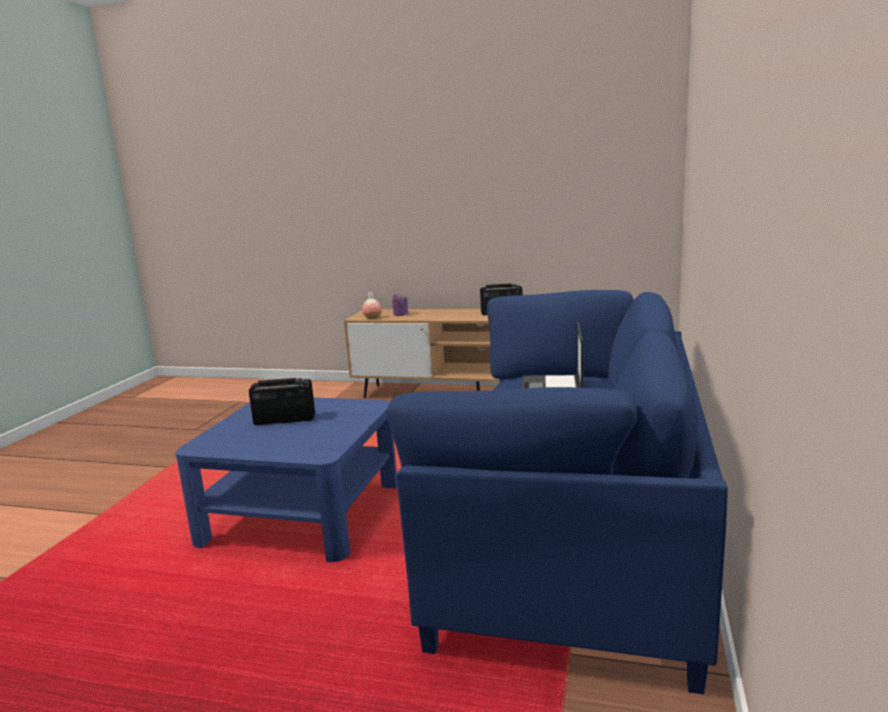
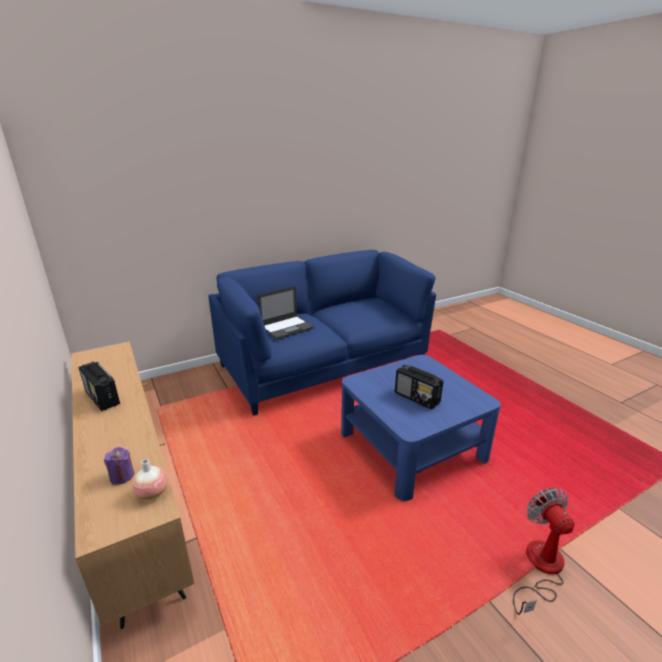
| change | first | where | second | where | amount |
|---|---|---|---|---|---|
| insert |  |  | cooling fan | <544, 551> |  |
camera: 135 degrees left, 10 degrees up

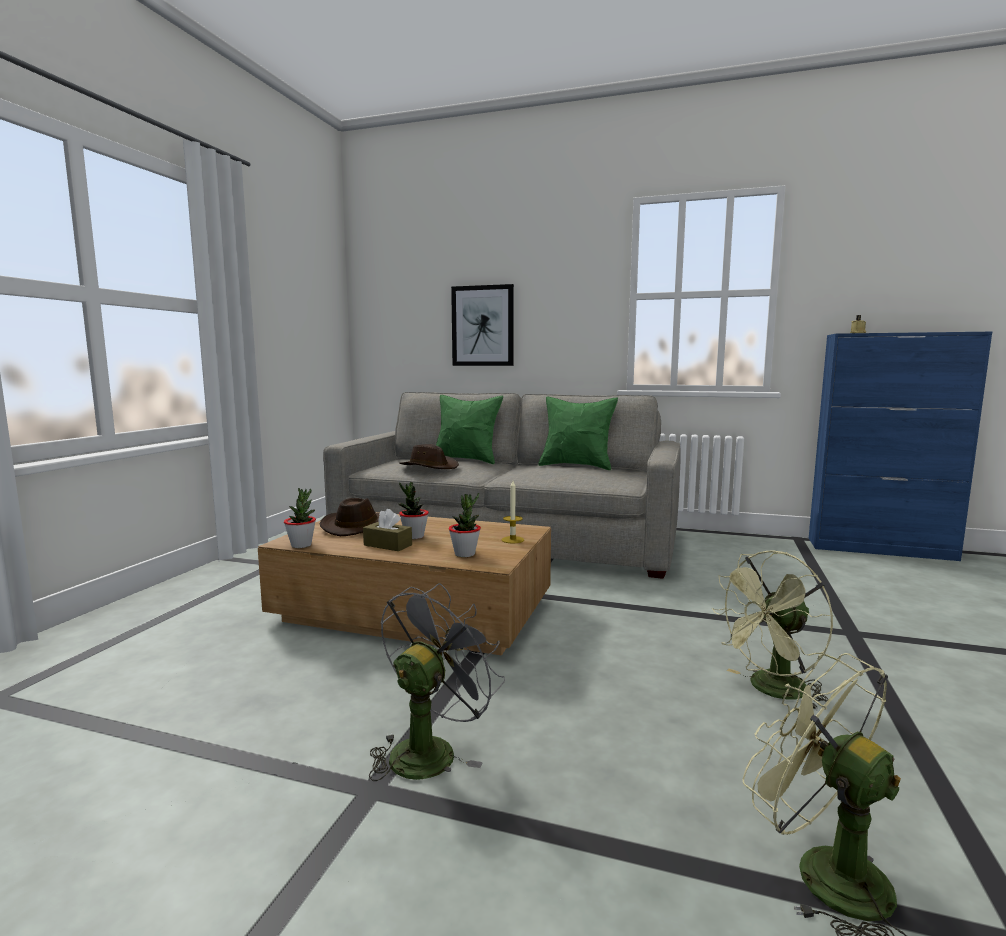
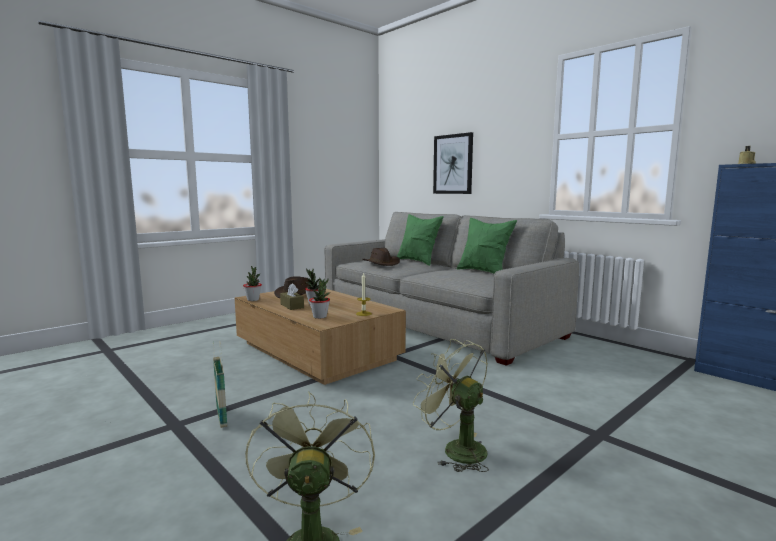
| change | first | where | second | where | amount |
|---|---|---|---|---|---|
| rotate | greenish cooling fan | <772, 630> |  | <451, 405> | 45 degrees clockwise |
| replace | grey cooling fan | <437, 682> | storage basket | <220, 385> |  |
camera: 30 degrees right, 0 degrees up

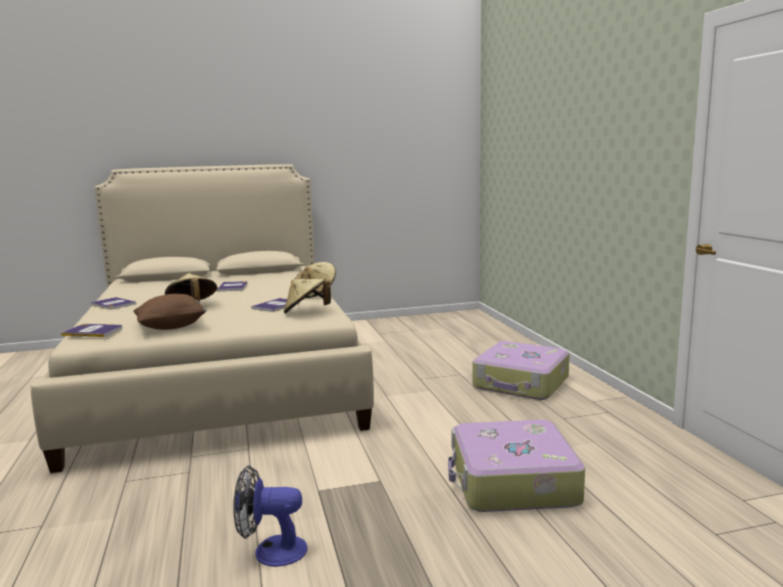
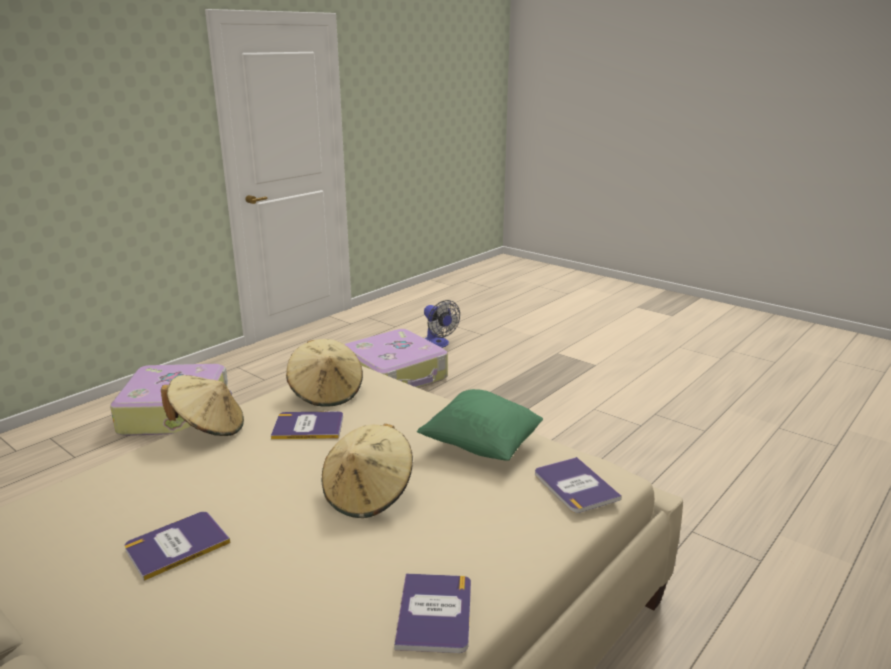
| change | first | where | second | where | amount |
|---|---|---|---|---|---|
| recolor | brownish cushion | <170, 312> | greenish cushion | <480, 425> |  |
| move | cooling fan | <270, 516> |  | <442, 324> |  |
camera: 125 degrees left, 10 degrees up

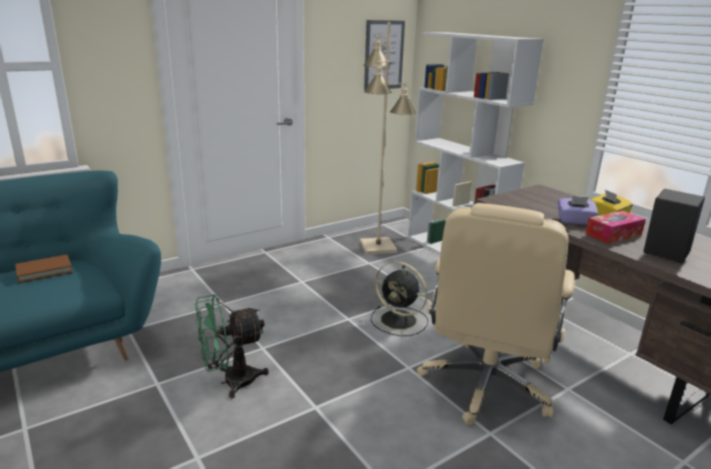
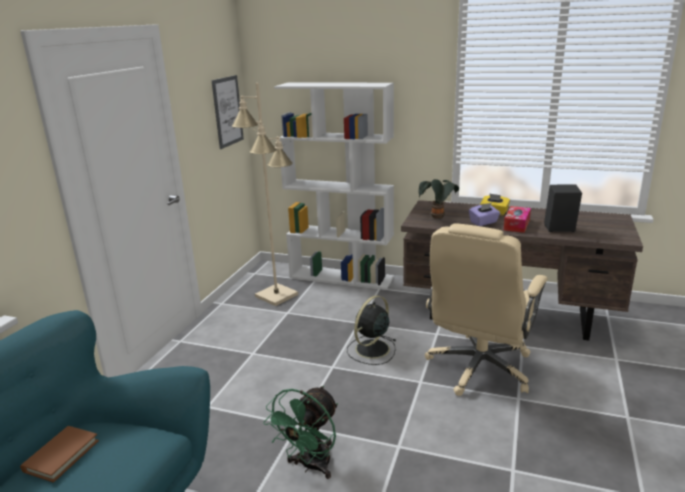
| change | first | where | second | where | amount |
|---|---|---|---|---|---|
| rotate | beige desk chair | <496, 314> |  | <486, 309> | 45 degrees clockwise |
| rotate | blackish cooling fan | <399, 298> |  | <371, 330> | 135 degrees clockwise |
| insert |  |  | houseplant | <438, 199> |  |
camera: 35 degrees left, 0 degrees up

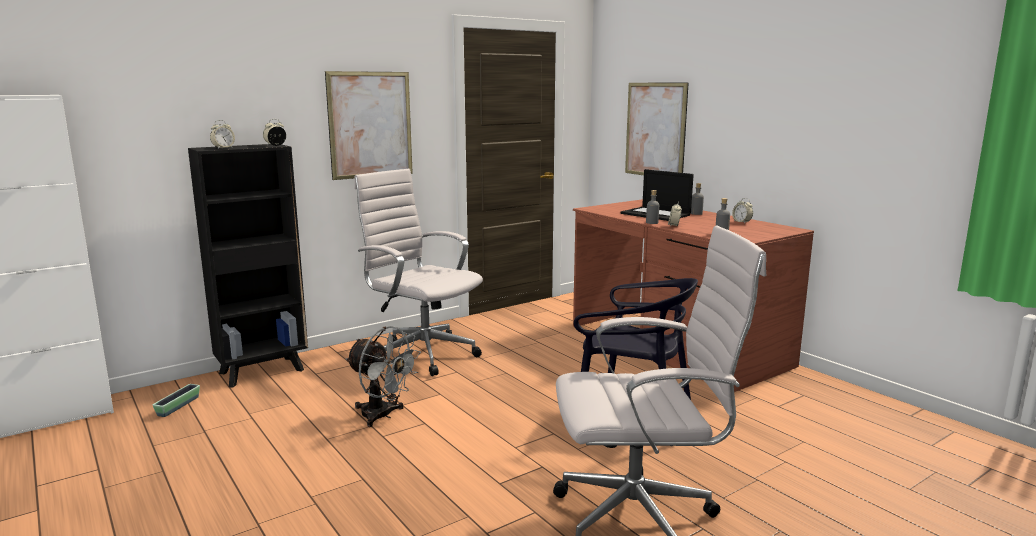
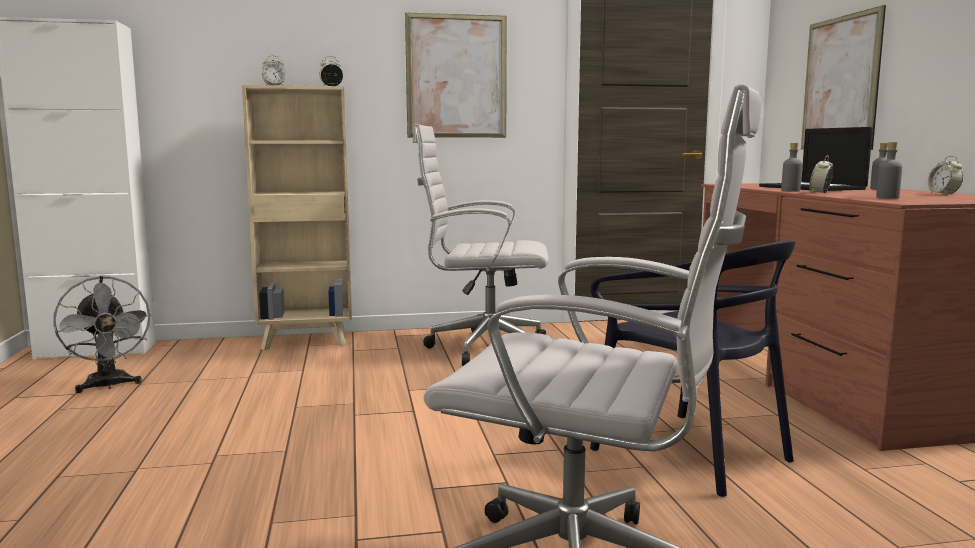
| change | first | where | second | where | amount |
|---|---|---|---|---|---|
| recolor | blackish bookcase | <248, 266> | beige bookcase | <297, 217> |  |
| rotate | white-coloured desk chair | <418, 272> |  | <481, 245> | 60 degrees counterclockwise |
| move | grey cooling fan | <383, 376> |  | <102, 334> |  |
| delete | flower pot | <176, 400> |  |  |  |
camera: 25 degrees right, 5 degrees down

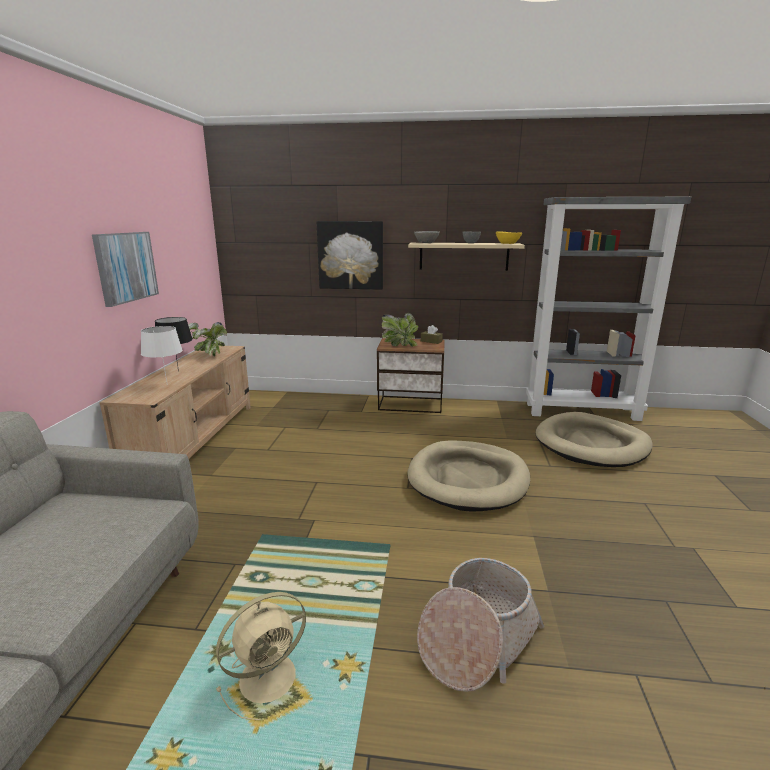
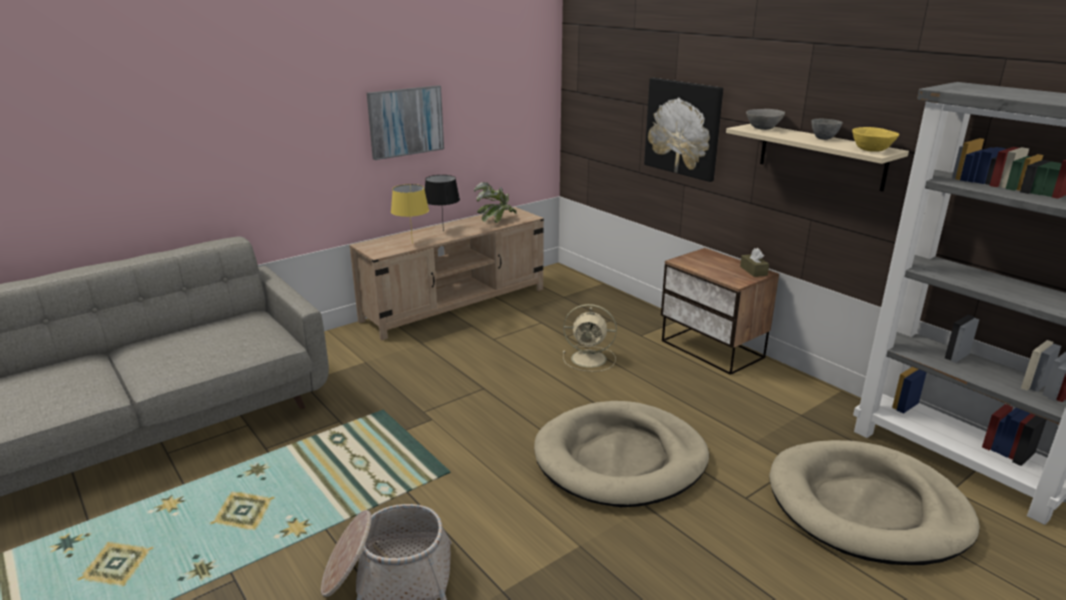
| change | first | where | second | where | amount |
|---|---|---|---|---|---|
| delete | houseplant | <400, 330> |  |  |  |
| recolor | white-coloured tabletop lamp | <162, 354> | yellow tabletop lamp | <410, 213> |  |
| move | beige cooling fan | <261, 656> |  | <590, 338> |  |
camera: 45 degrees right, 5 degrees up

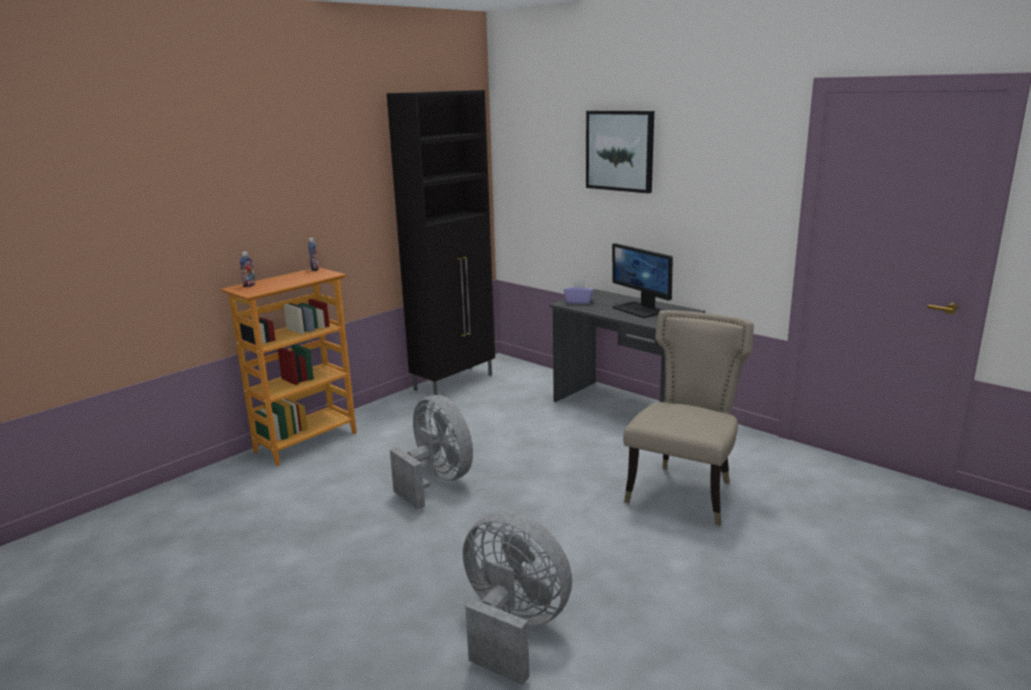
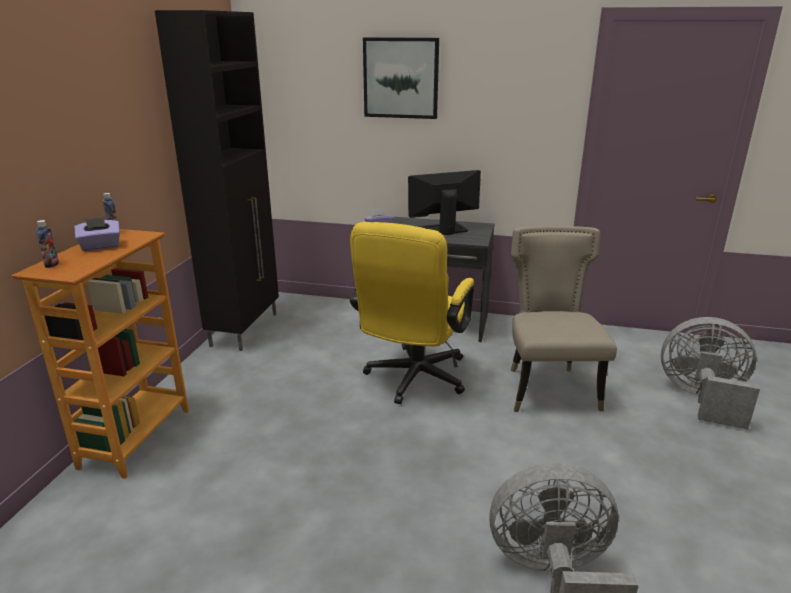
| change | first | where | second | where | amount |
|---|---|---|---|---|---|
| rotate | computer display | <642, 280> |  | <444, 202> | 135 degrees clockwise |
| move | grey cooling fan | <431, 452> |  | <710, 373> |  |
| insert |  |  | purplish tissue box | <97, 234> |  |
| insert |  |  | yellow desk chair | <412, 313> |  |
camera: 30 degrees left, 5 degrees up

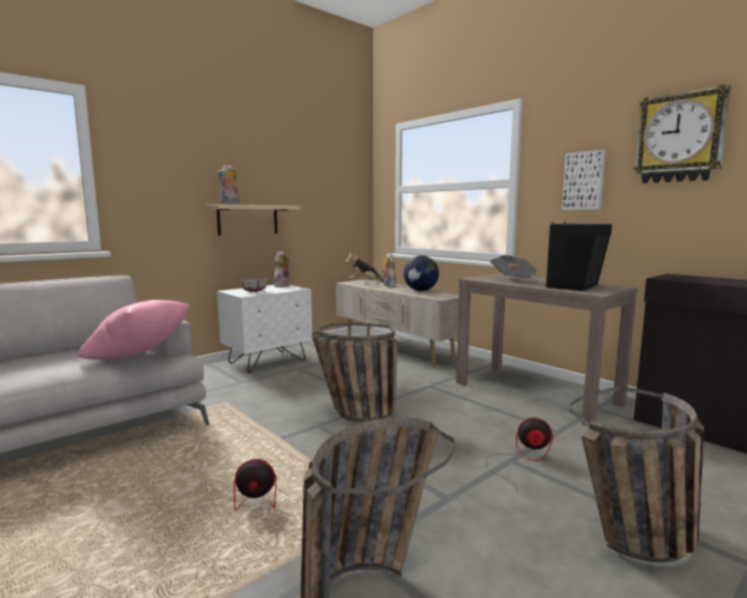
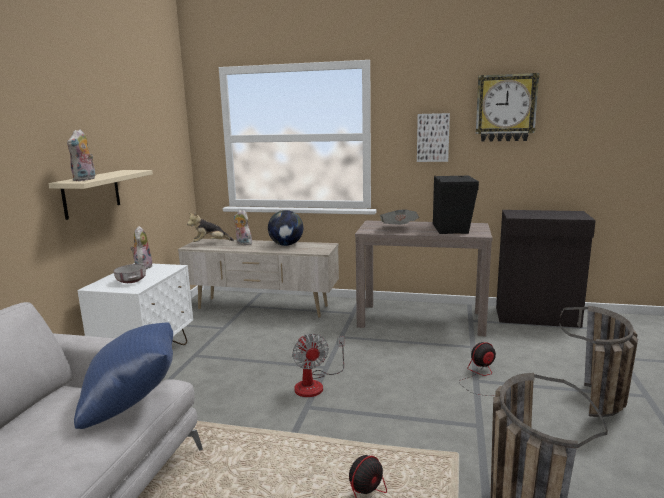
| change | first | where | second | where | amount |
|---|---|---|---|---|---|
| recolor | pinkish cushion | <134, 329> | bluish cushion | <123, 376> |  |
| replace | storage basket | <354, 372> | cooling fan | <318, 365> |  |
camera: 35 degrees left, 5 degrees up

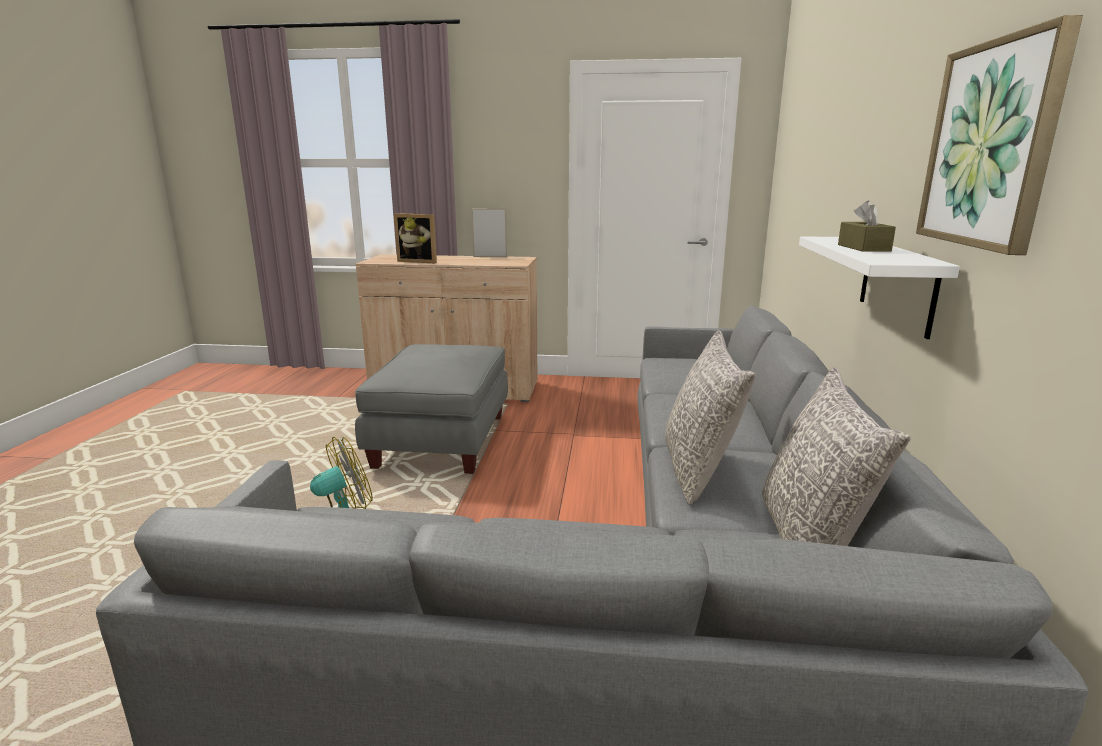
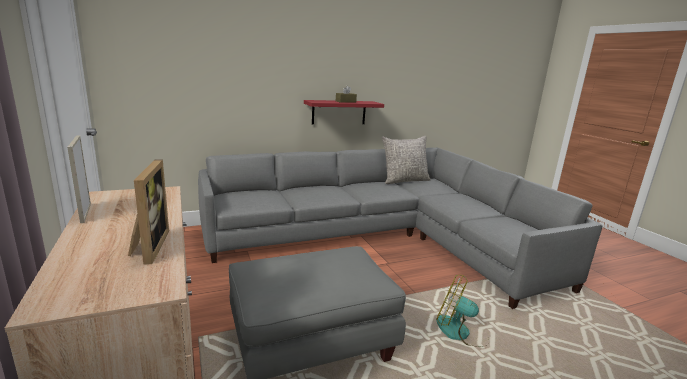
| change | first | where | second | where | amount |
|---|---|---|---|---|---|
| delete | picture | <999, 135> |  |  |  |
| recolor | white-coloured bracket shelf | <879, 287> | red bracket shelf | <344, 112> |  |
| delete | grey cushion | <710, 417> |  |  |  |
camera: 120 degrees left, 0 degrees up

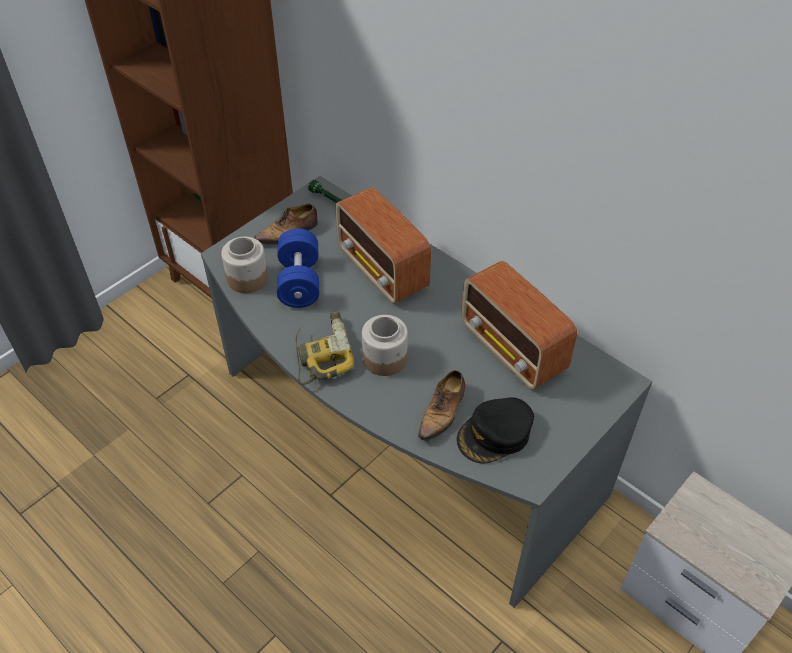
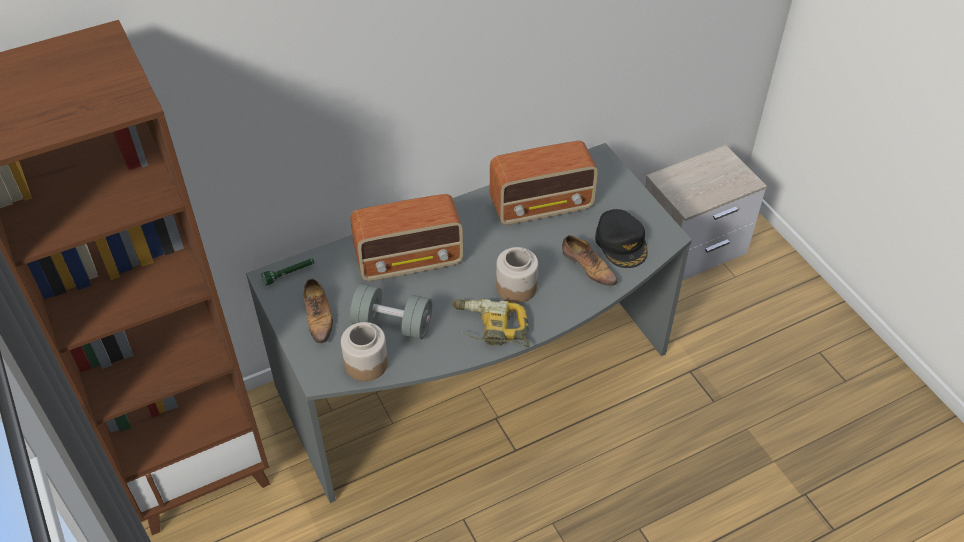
| change | first | where | second | where | amount |
|---|---|---|---|---|---|
| recolor | bluish dumbbell | <298, 268> | grey dumbbell | <391, 312> |  |
camera: 70 degrees left, 0 degrees up

